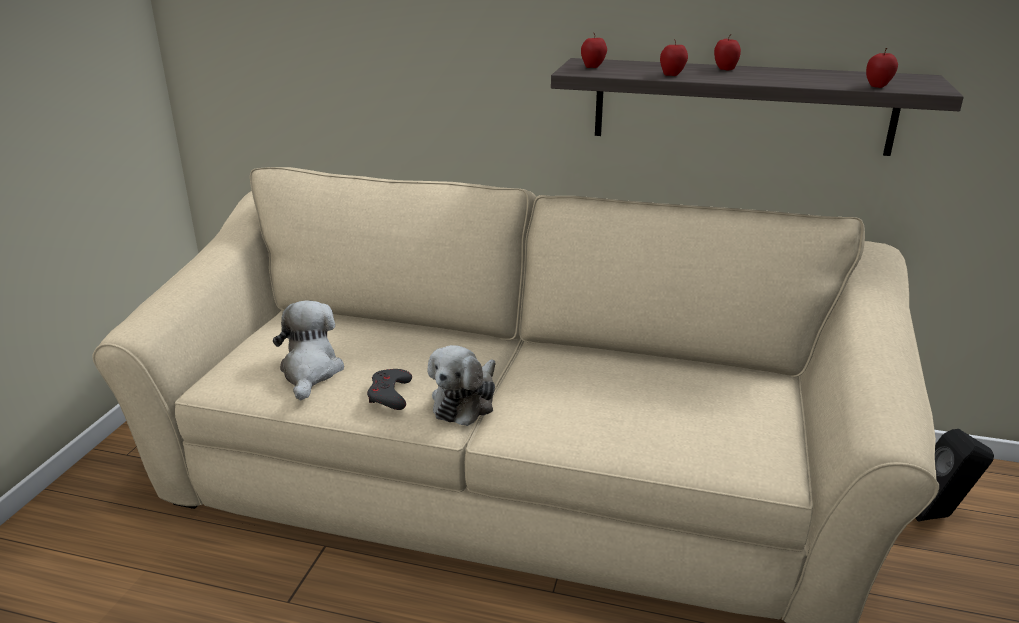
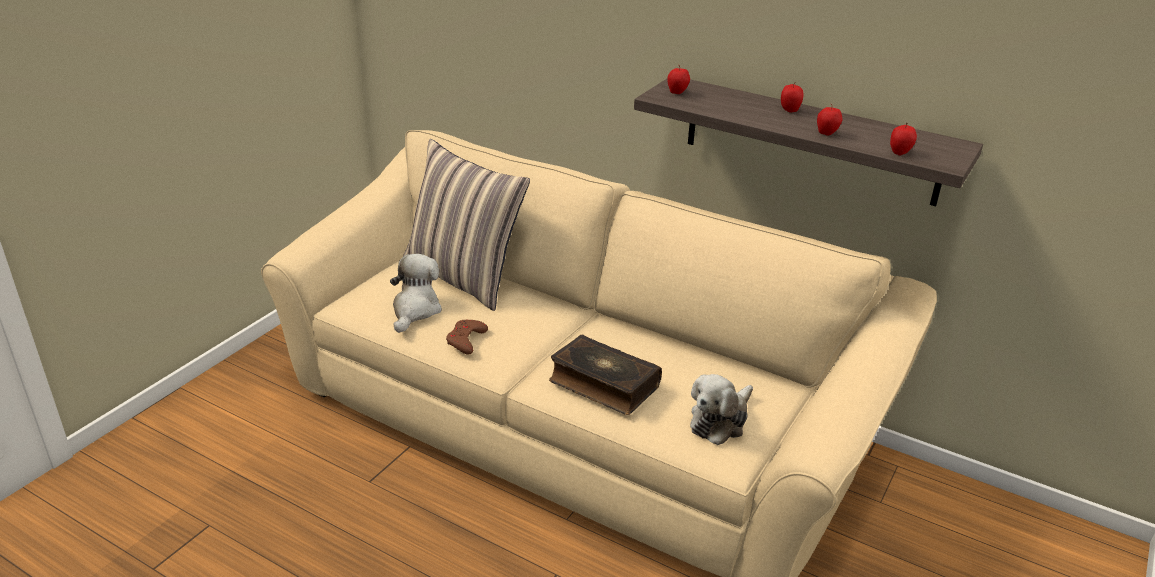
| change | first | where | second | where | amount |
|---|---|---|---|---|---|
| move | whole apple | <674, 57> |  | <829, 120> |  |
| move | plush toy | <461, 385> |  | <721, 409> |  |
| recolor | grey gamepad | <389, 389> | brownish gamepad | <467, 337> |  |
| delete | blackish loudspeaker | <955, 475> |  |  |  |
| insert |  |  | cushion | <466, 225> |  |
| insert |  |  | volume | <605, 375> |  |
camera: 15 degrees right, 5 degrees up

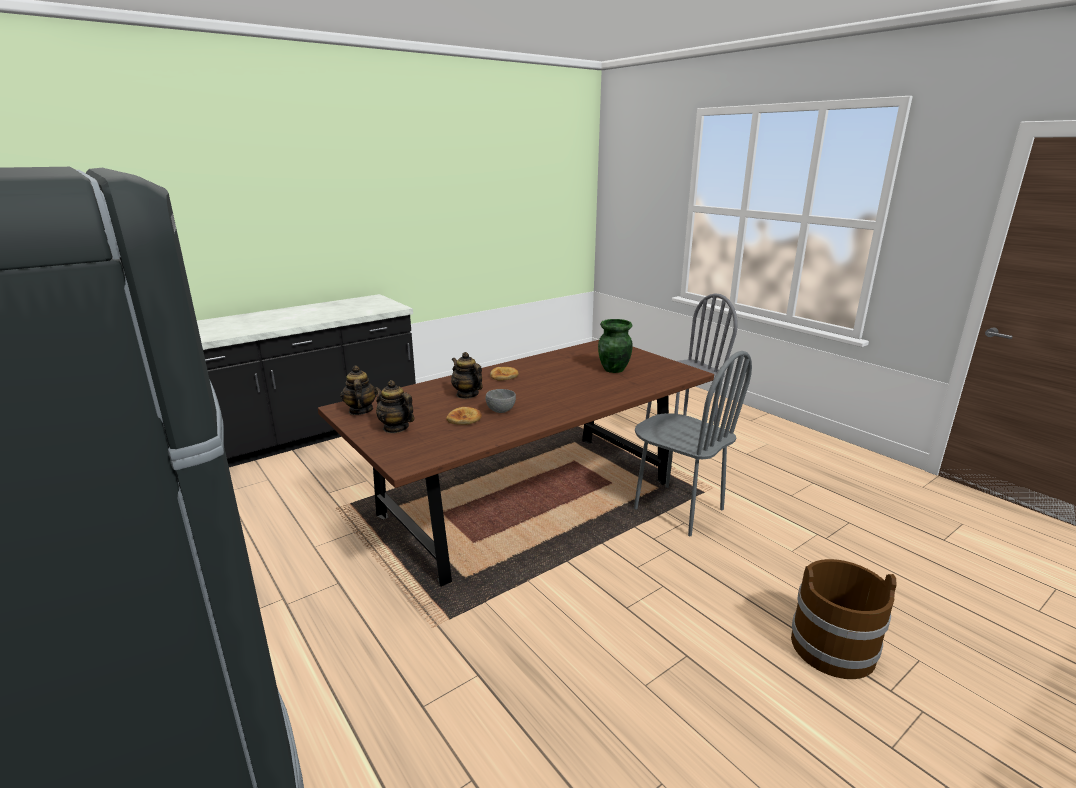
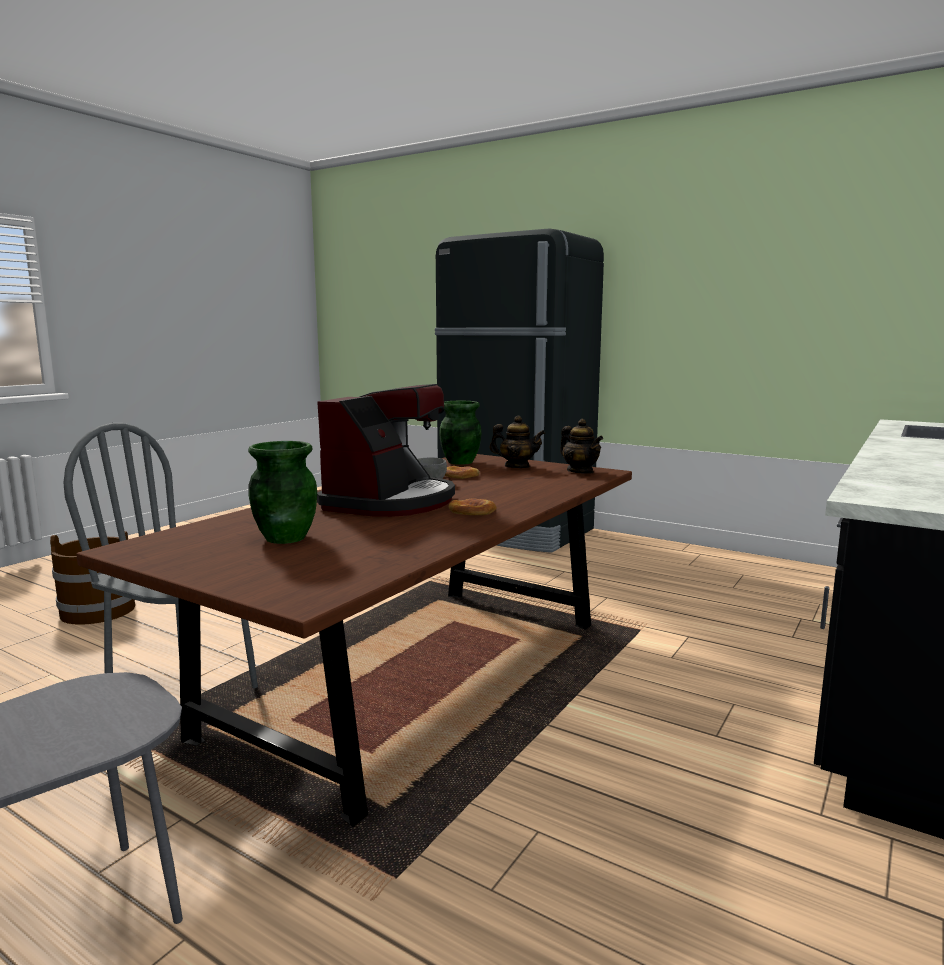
| change | first | where | second | where | amount |
|---|---|---|---|---|---|
| delete | teapot | <467, 375> |  |  |  |
| insert |  |  | coffee maker | <386, 450> |  |
| insert |  |  | greenish decorative vase | <460, 433> |  |
camera: 160 degrees right, 10 degrees down

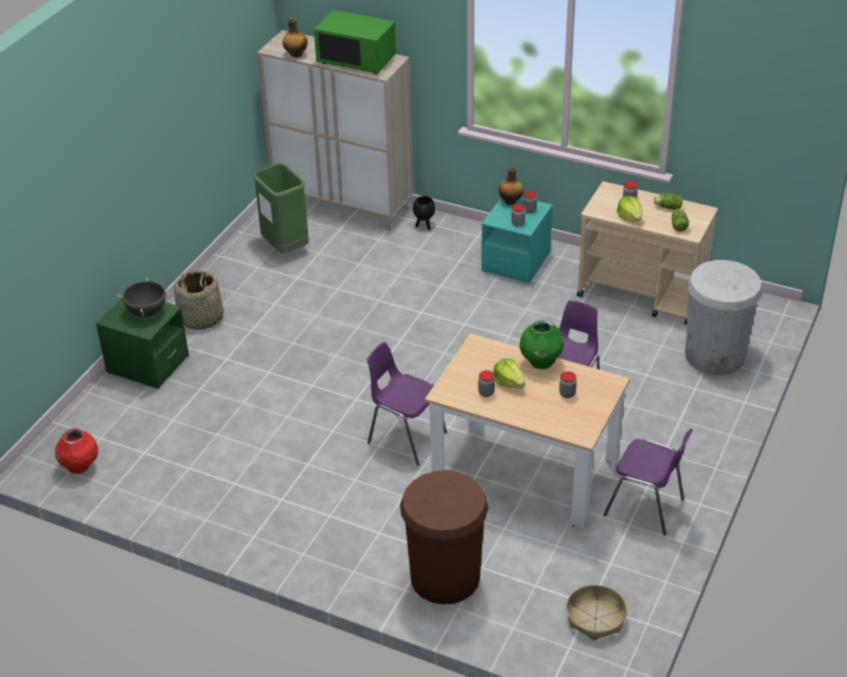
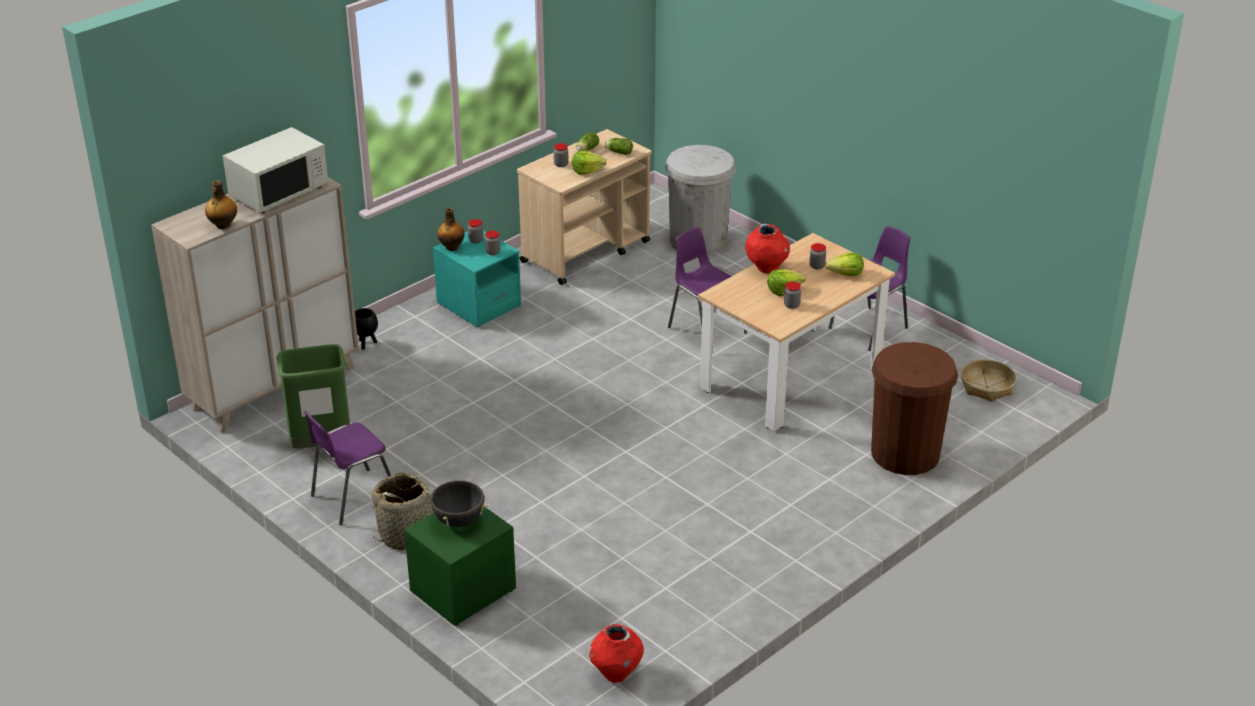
| change | first | where | second | where | amount |
|---|---|---|---|---|---|
| recolor | greenish microwave | <355, 42> | white-coloured microwave | <275, 170> |  |
| recolor | greenish decorative vase | <542, 344> | red decorative vase | <767, 248> |  |
| move | purplish upright chair | <407, 404> |  | <347, 468> |  |
| insert |  |  | head of lettuce | <845, 264> |  |
camera: 70 degrees left, 5 degrees down

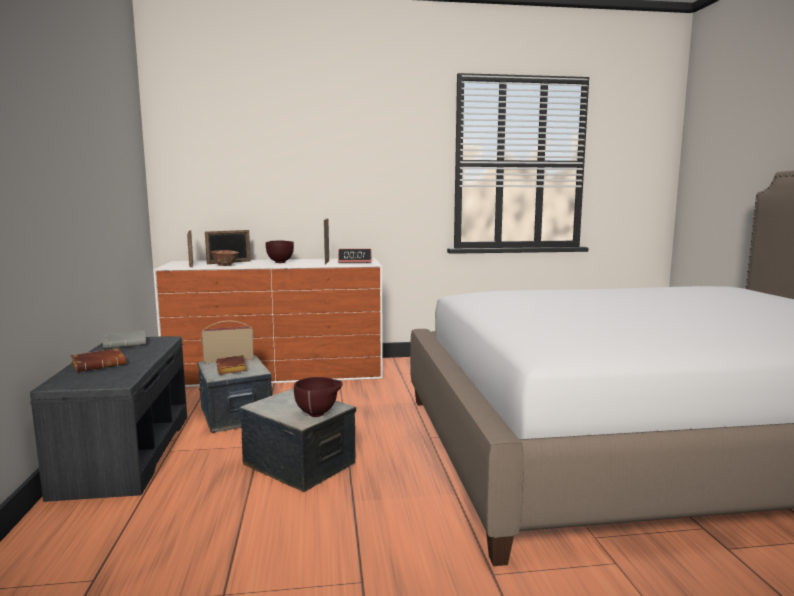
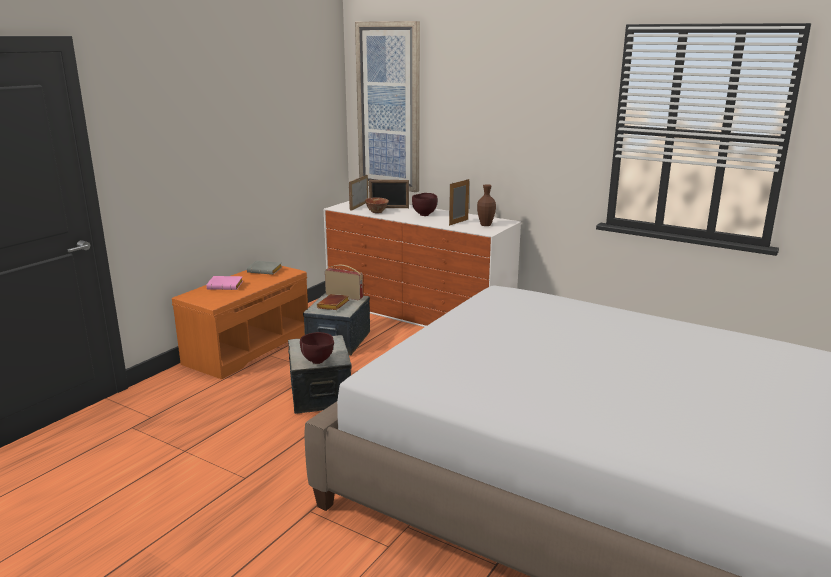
| change | first | where | second | where | amount |
|---|---|---|---|---|---|
| replace | table clock | <355, 256> | brownish decorative vase | <486, 205> |  |
| recolor | grey indoor bench | <108, 419> | orangey indoor bench | <240, 322> |  |
| recolor | brownish volume | <98, 360> | pinkish volume | <224, 283> |  |
| insert |  |  | picture | <387, 106> |  |
camera: 40 degrees right, 10 degrees up

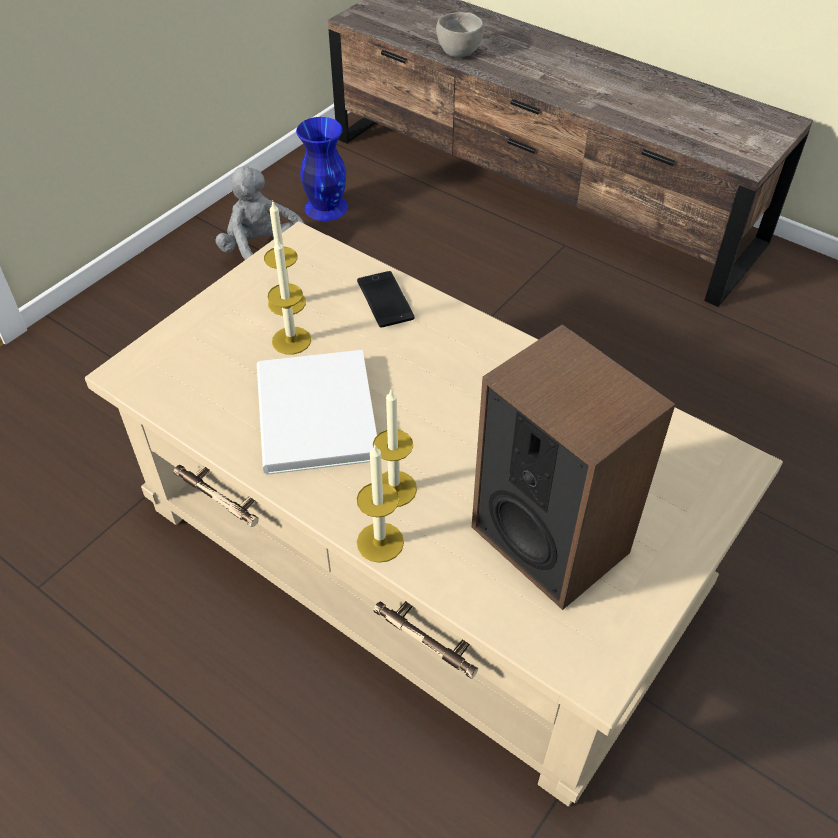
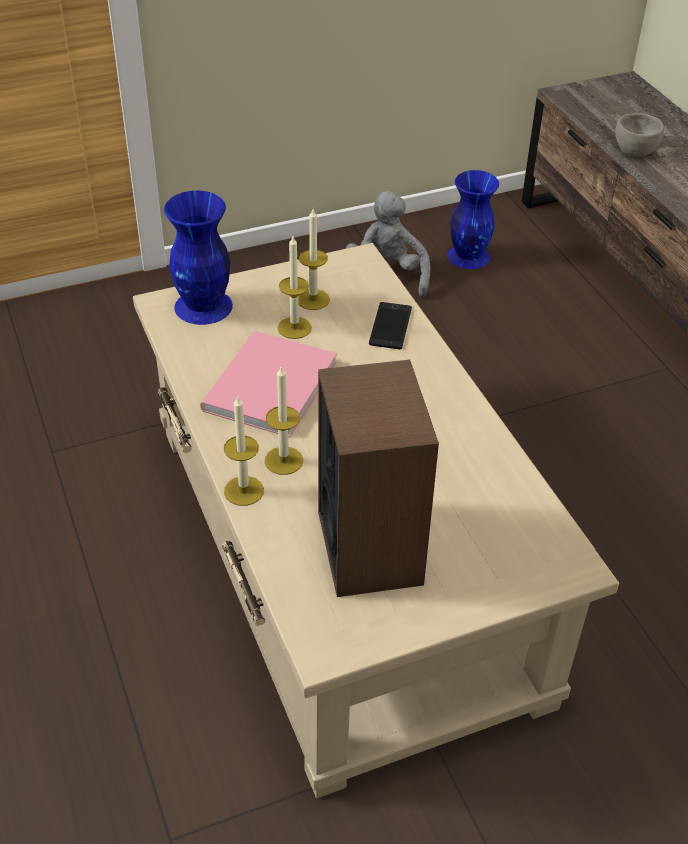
| change | first | where | second | where | amount |
|---|---|---|---|---|---|
| recolor | white-coloured volume | <317, 412> | pinkish volume | <268, 384> |  |
| insert |  |  | bluish decorative vase | <198, 258> |  |
camera: 30 degrees right, 5 degrees down

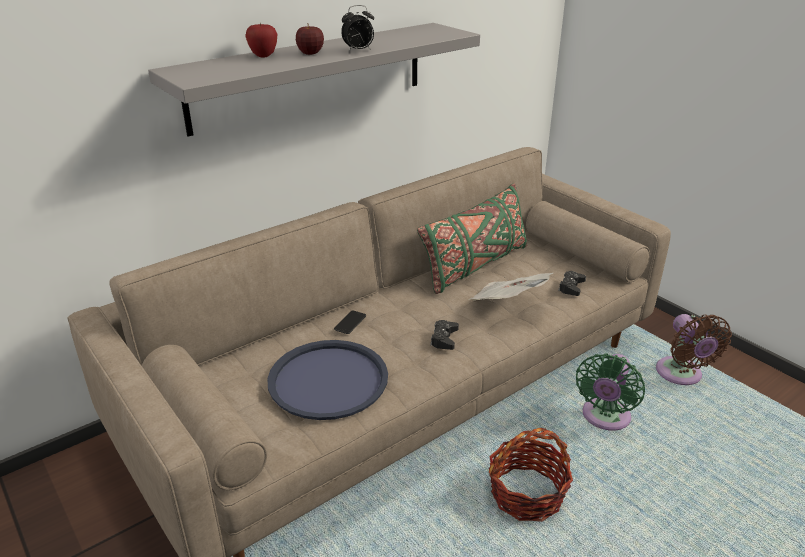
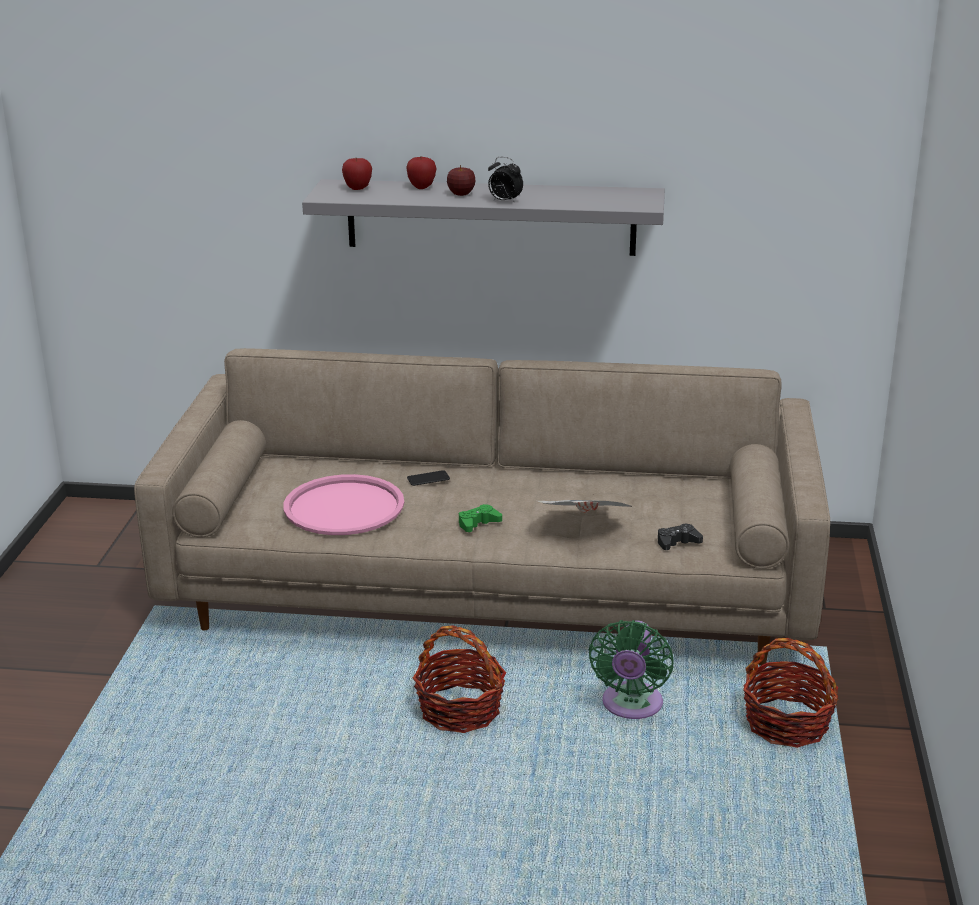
| change | first | where | second | where | amount |
|---|---|---|---|---|---|
| delete | greenish cushion | <472, 239> |  |  |  |
| replace | brownish cooling fan | <694, 349> | storage basket | <790, 693> |  |
| recolor | blackish gamepad | <444, 335> | greenish gamepad | <480, 518> |  |
| recolor | bluish serving tray | <327, 380> | pinkish serving tray | <343, 504> |  |
| rotate | greenish cooling fan | <610, 392> |  | <631, 669> | 60 degrees counterclockwise |
| insert |  |  | whole apple | <357, 174> |  |
camera: 45 degrees right, 5 degrees down

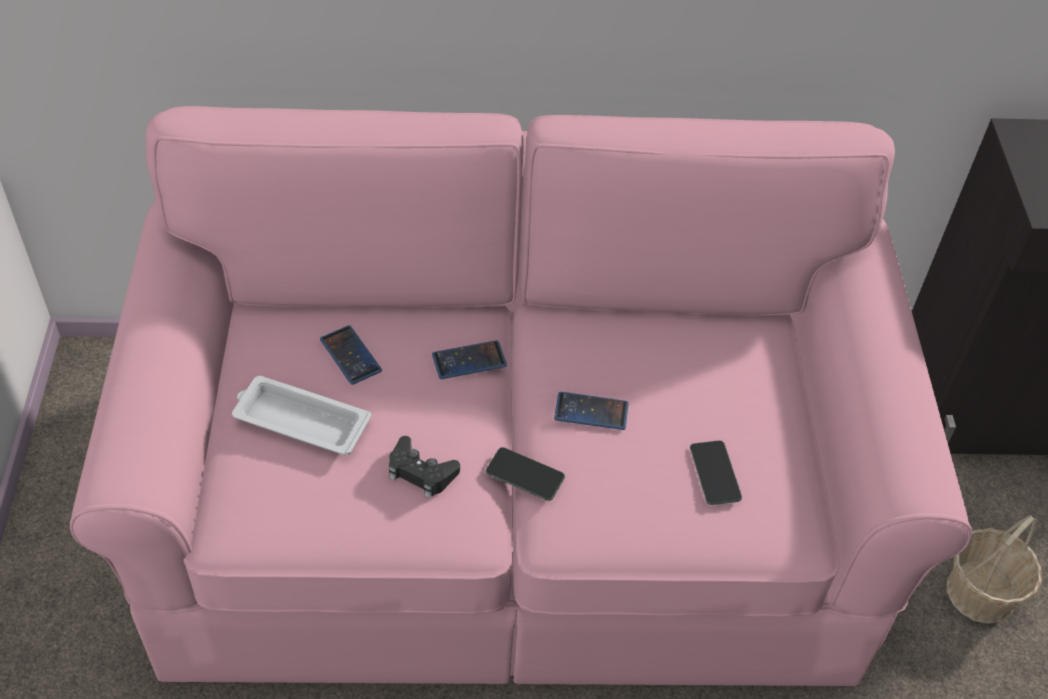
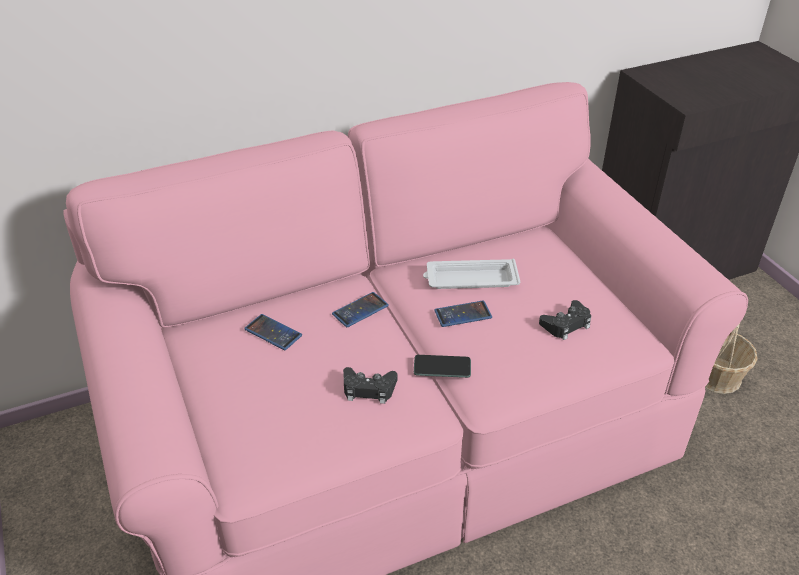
| change | first | where | second | where | amount |
|---|---|---|---|---|---|
| move | white-coloured serving tray | <301, 415> |  | <471, 274> |  |
| replace | phone | <716, 472> | blackish gamepad | <565, 320> |  |
camera: 20 degrees left, 10 degrees down

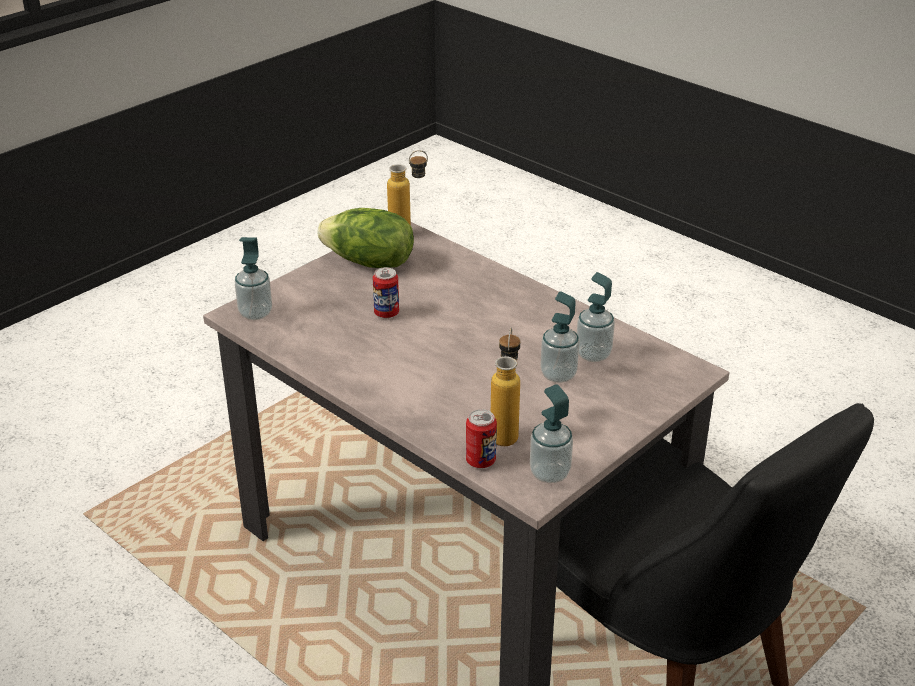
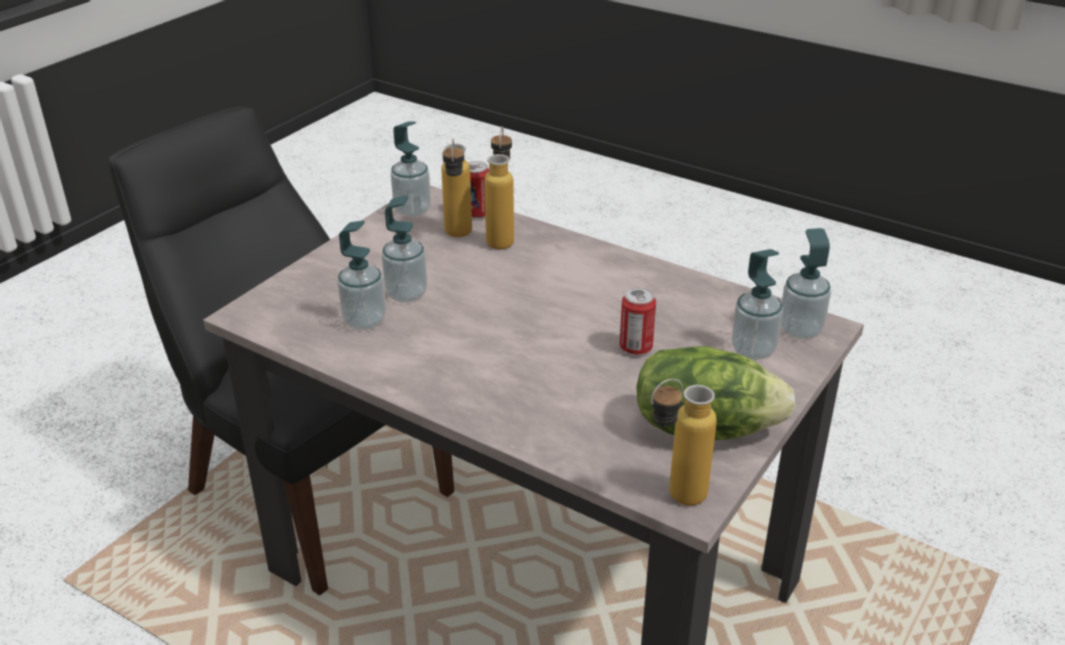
| change | first | where | second | where | amount |
|---|---|---|---|---|---|
| insert |  |  | beverage bottle | <499, 187> |  |
| insert |  |  | liquid soap bottle | <757, 304> |  |
camera: 170 degrees right, 0 degrees up

